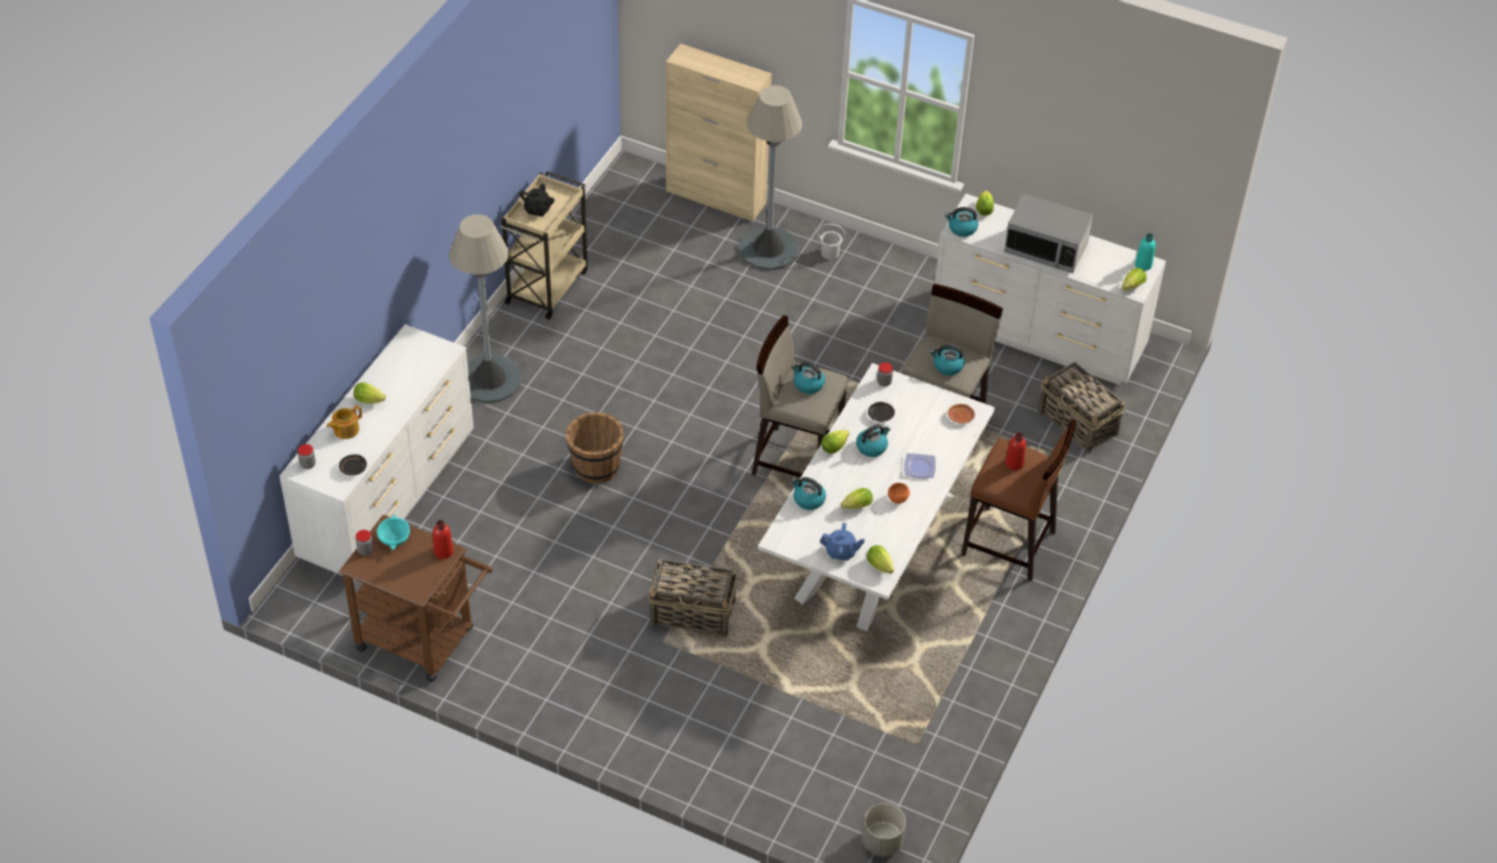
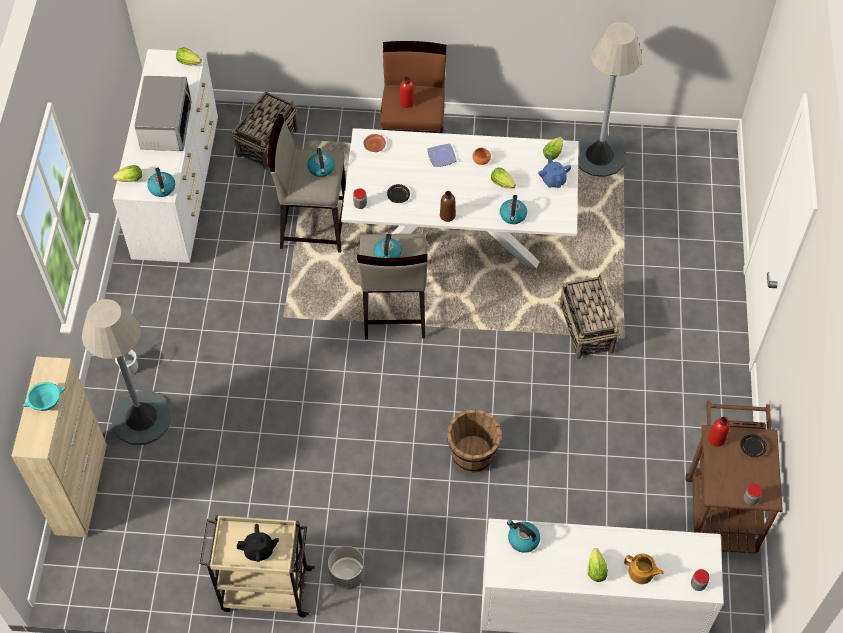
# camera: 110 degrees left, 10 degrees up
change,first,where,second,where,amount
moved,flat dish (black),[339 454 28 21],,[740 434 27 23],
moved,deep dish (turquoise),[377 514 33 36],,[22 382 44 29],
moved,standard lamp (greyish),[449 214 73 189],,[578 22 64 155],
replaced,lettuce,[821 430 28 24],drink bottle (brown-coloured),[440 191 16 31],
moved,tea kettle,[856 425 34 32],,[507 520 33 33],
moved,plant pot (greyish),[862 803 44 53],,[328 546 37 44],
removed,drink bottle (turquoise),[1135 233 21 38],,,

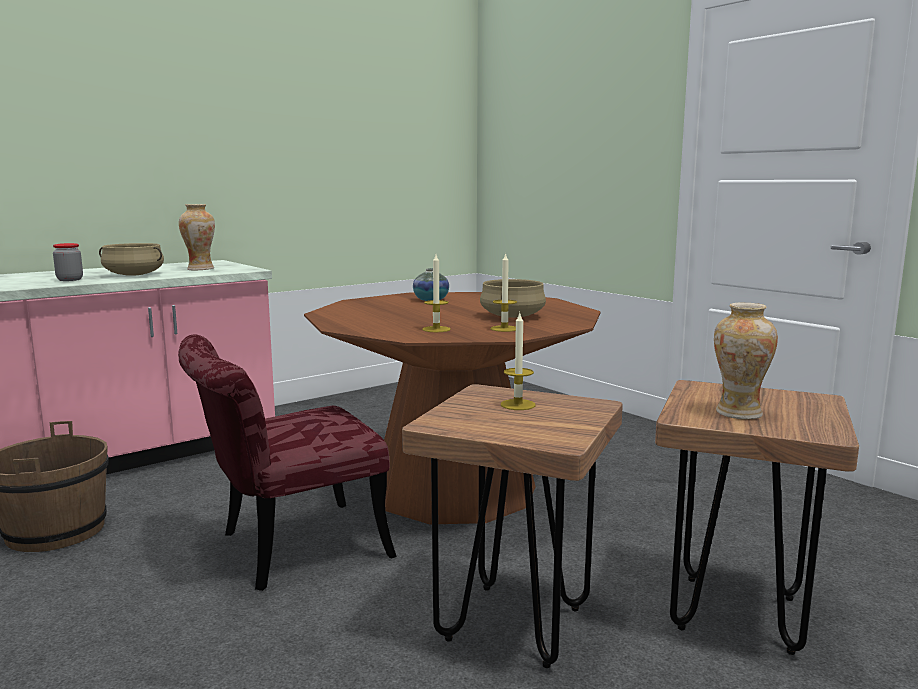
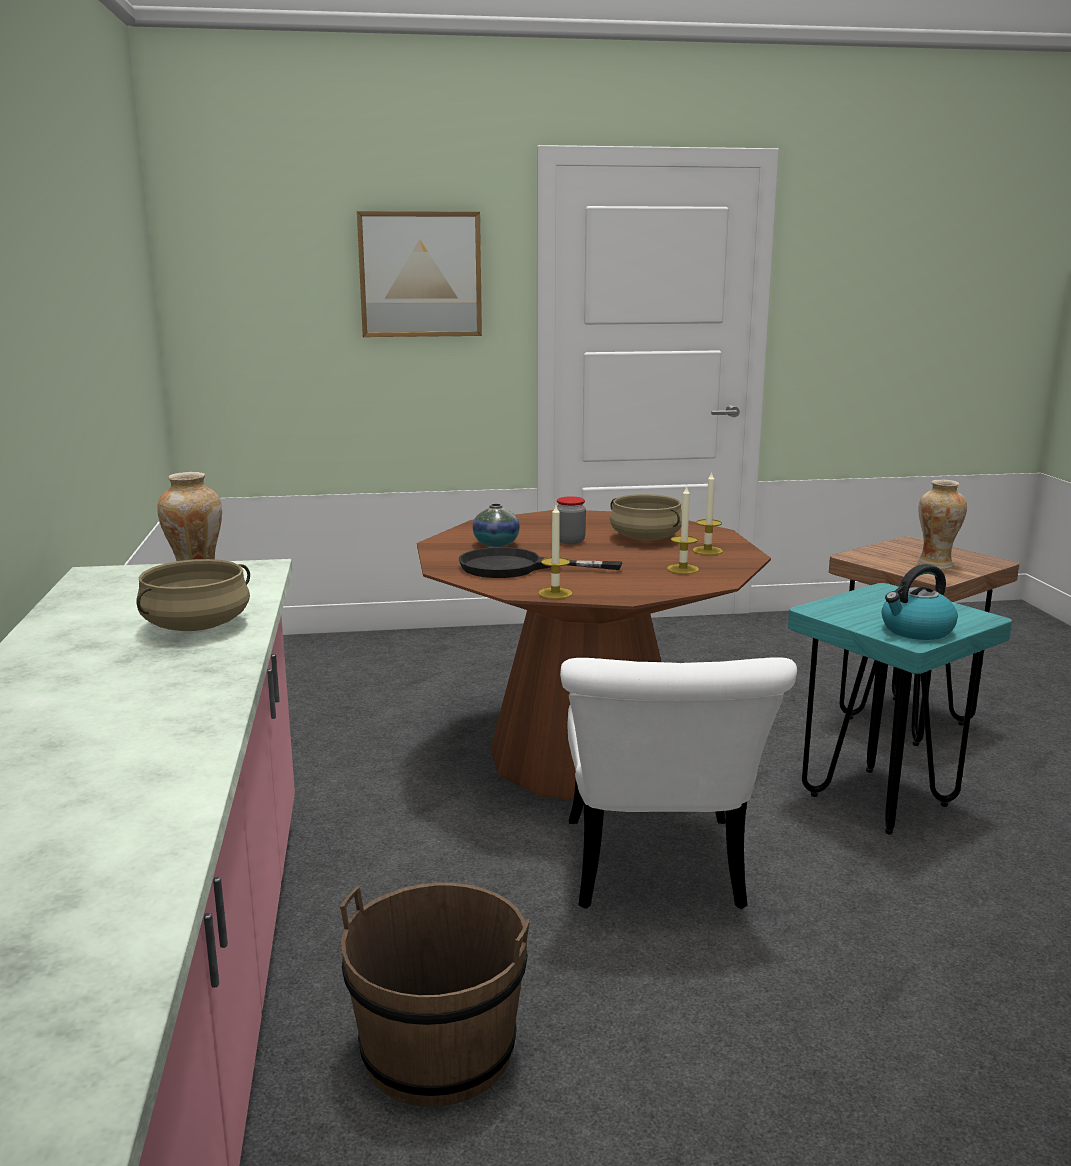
# camera: 60 degrees left, 5 degrees up
change,first,where,second,where,amount
moved,storage jar,[53 243 30 38],,[557 496 29 48],
recoloured,upright chair (red-coloured),[178 334 219 257],upright chair (whitish),[560 657 237 252],
recoloured,sitting stool (brown-coloured),[402 384 221 284],sitting stool (turquoise),[788 583 224 251],
moved,wax candle,[501 313 35 97],,[538 505 35 94],
added,,,wall art,[357 211 125 126],
added,,,frying pan (black),[459 547 163 31],
added,,,tea kettle,[882 564 76 76],

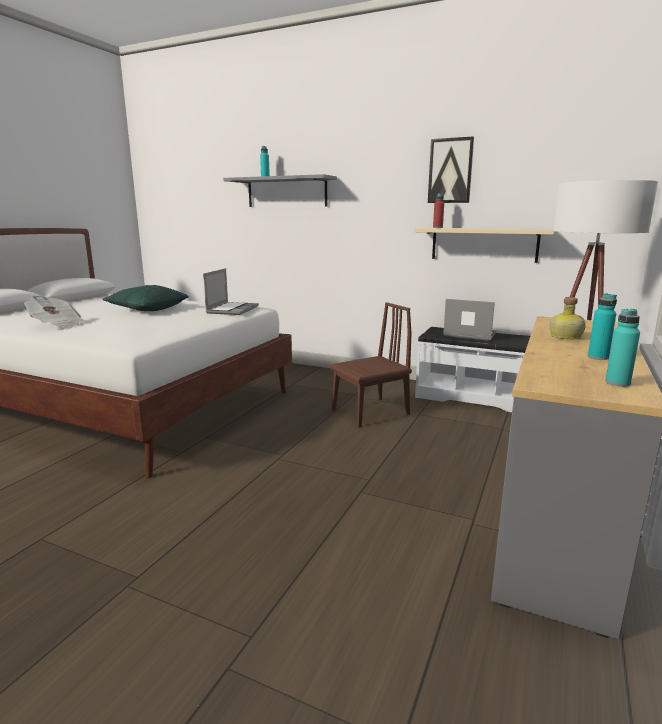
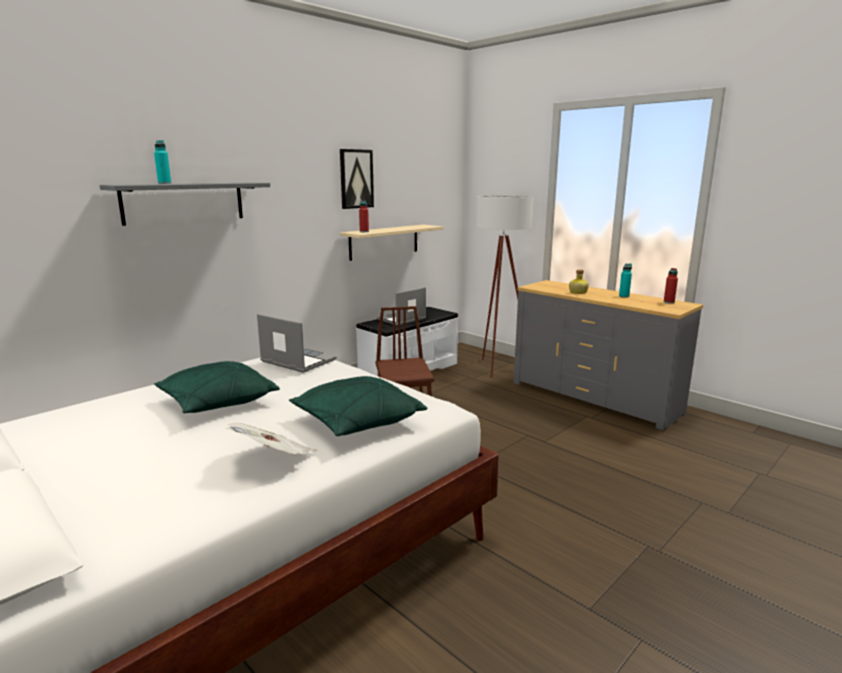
# camera: 70 degrees left, 0 degrees up
change,first,where,second,where,amount
recoloured,drink bottle (turquoise),[605 309 35 78],drink bottle (red-coloured),[664 268 14 36],
added,,,throw pillow (green-coloured),[289 376 138 60],

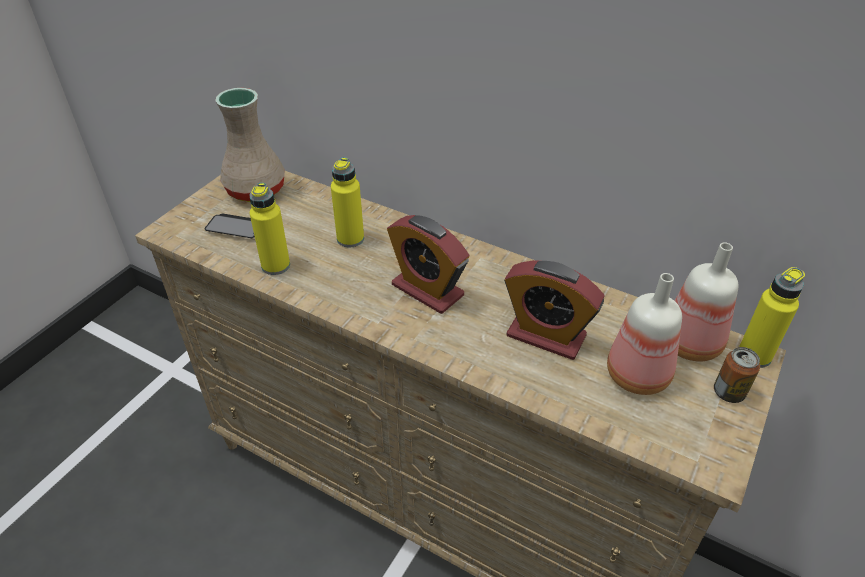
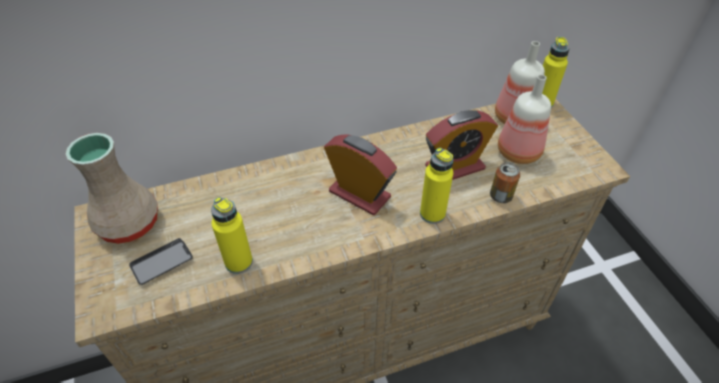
# camera: 50 degrees left, 5 degrees up
change,first,where,second,where,amount
moved,drink bottle (yellow),[331 157 33 90],,[420 148 33 76],
turned,table clock,[387 215 82 99],,[324 134 73 81],135 degrees counterclockwise
moved,metal can,[714 347 46 56],,[490 162 30 41],

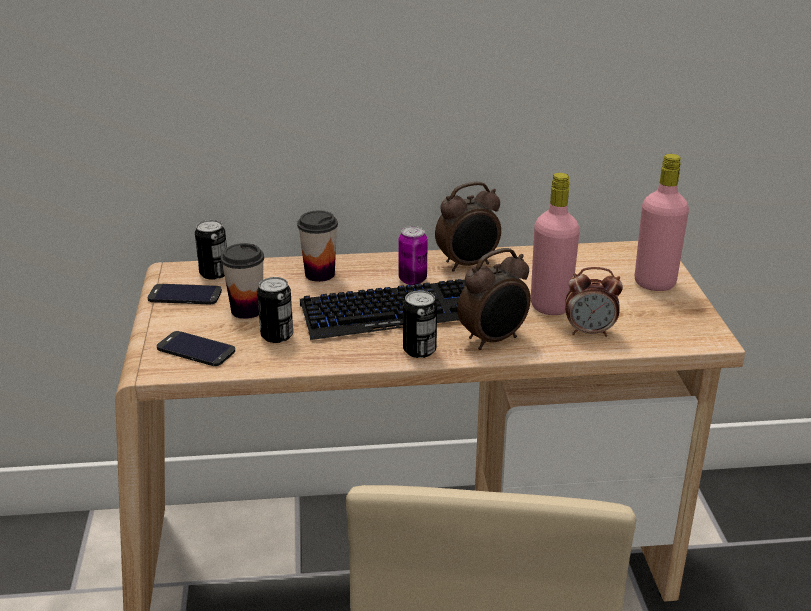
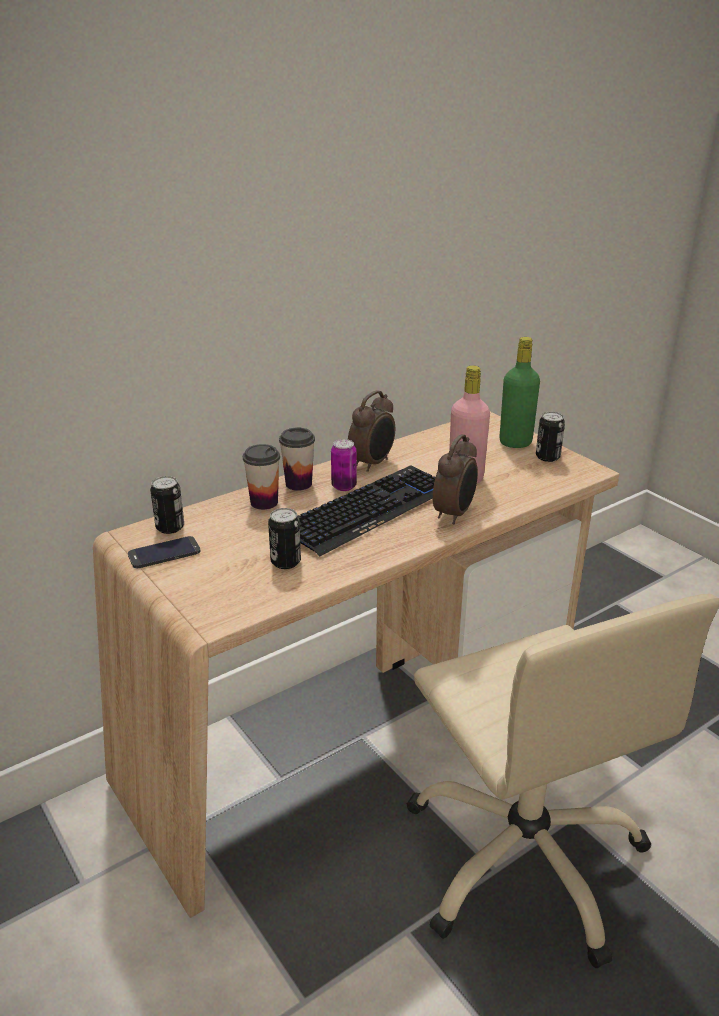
# camera: 30 degrees left, 0 degrees up
change,first,where,second,where,amount
removed,phone,[157 331 78 35],,,
moved,small cup,[221 243 43 76],,[279 428 36 63],
moved,metal can,[403 291 34 67],,[536 412 29 50],
removed,table clock,[565 267 58 70],,,
recoloured,drink bottle (pinkish),[635 154 54 137],drink bottle (green-coloured),[500 337 40 111],

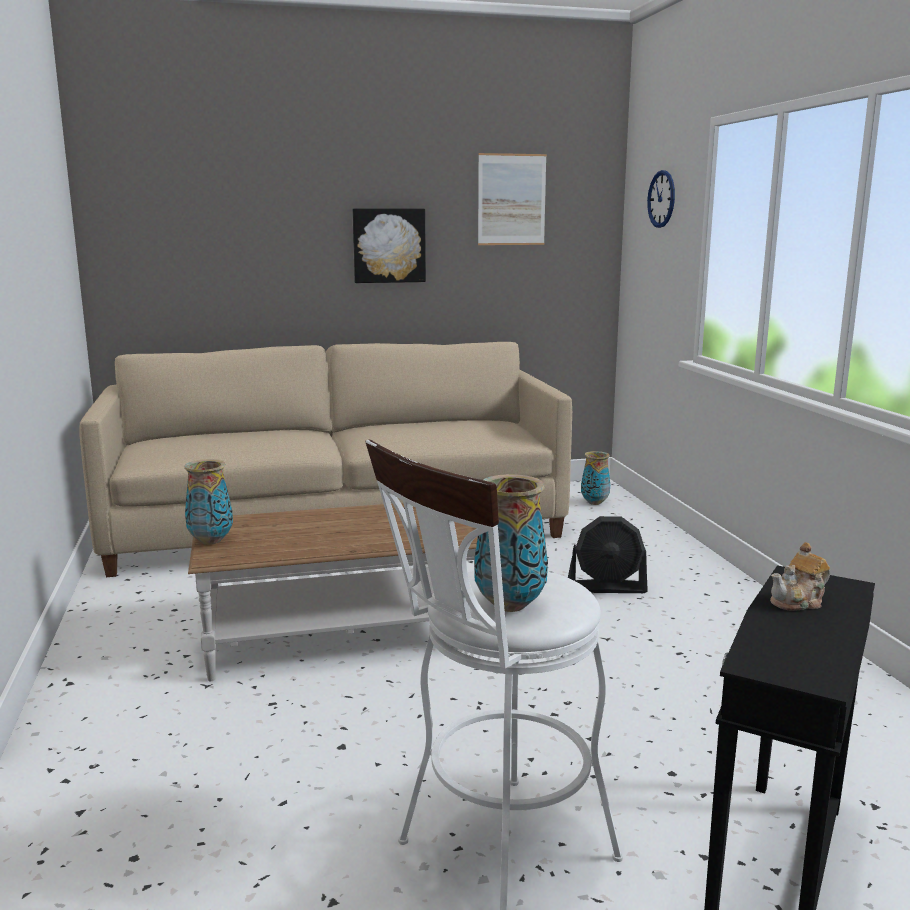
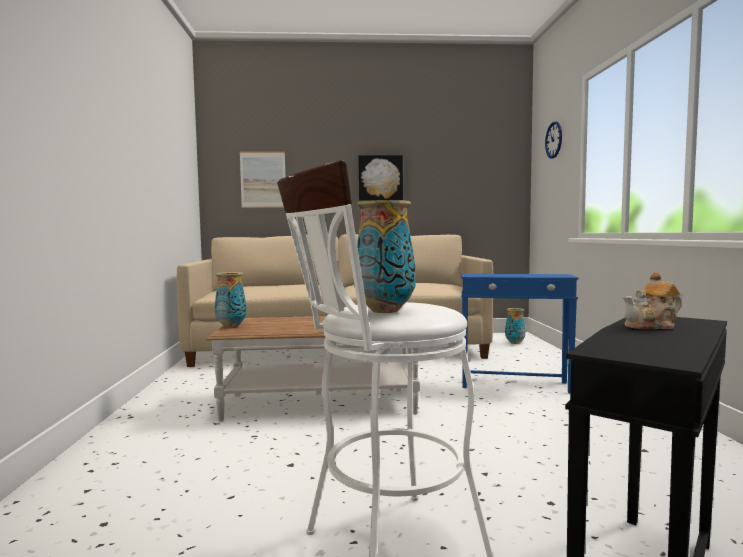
# camera: 10 degrees right, 10 degrees down
change,first,where,second,where,amount
moved,wall art,[478 153 69 92],,[240 151 45 57],
replaced,electric fan (black),[568 516 80 77],side table (blue-coloured),[461 274 118 119],

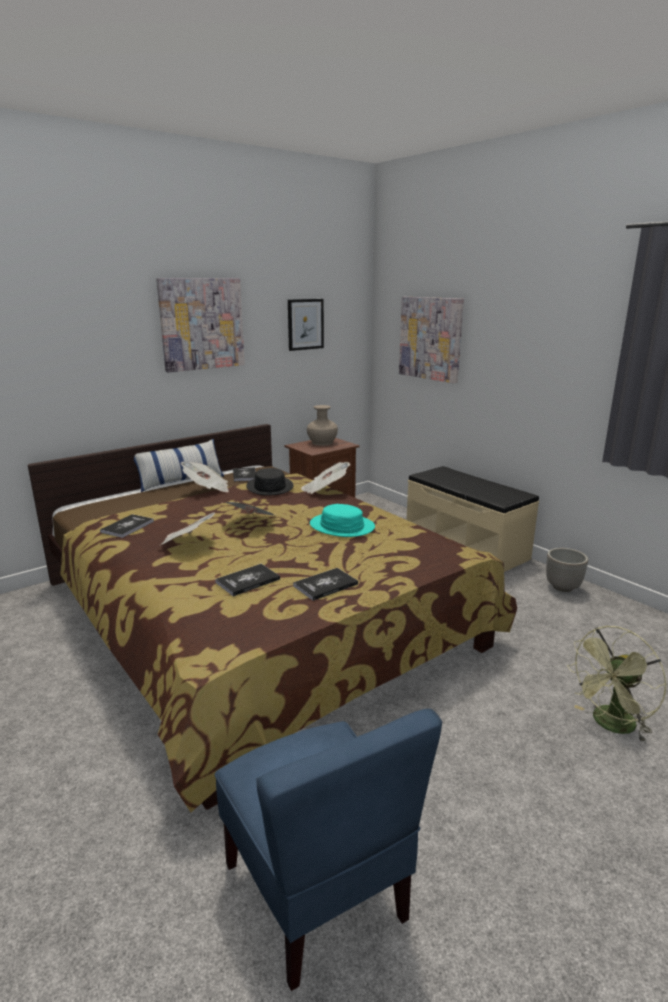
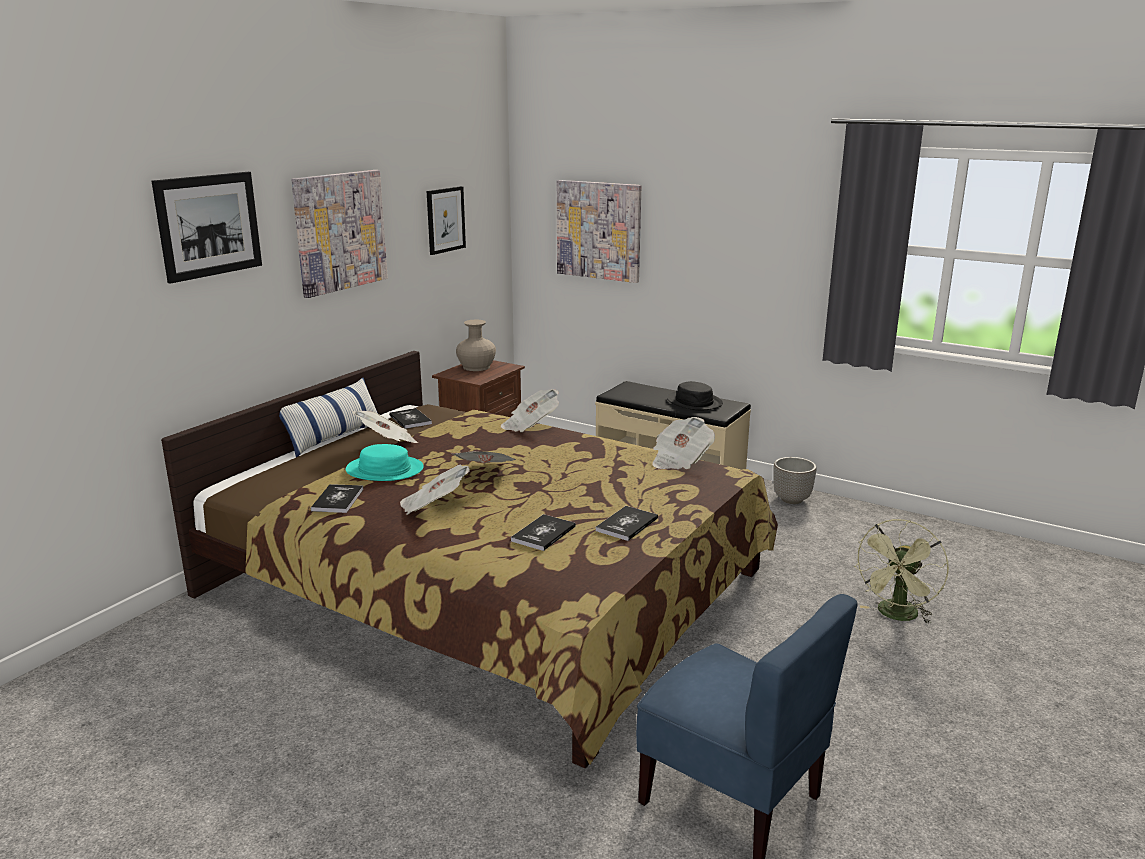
# camera: 20 degrees left, 0 degrees up
change,first,where,second,where,amount
moved,wearable hat (black),[246 468 48 28],,[667 381 56 29],
moved,wearable hat (turquoise),[310 504 65 33],,[346 444 78 37],
added,,,wall art,[152 172 110 112],
added,,,newspaper,[652 417 63 52],

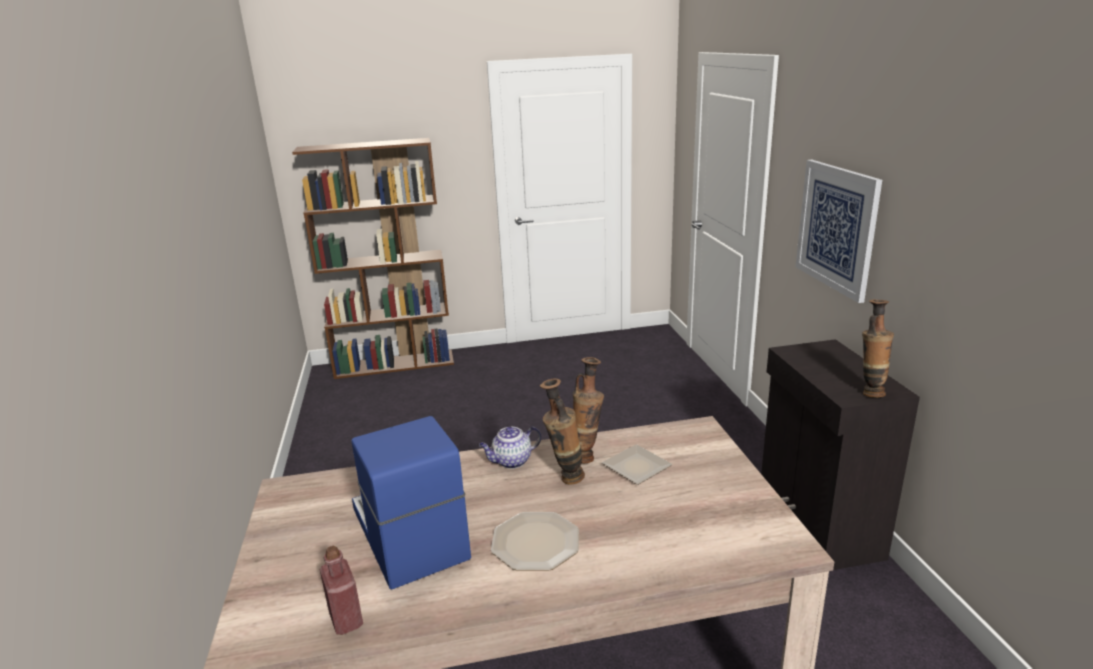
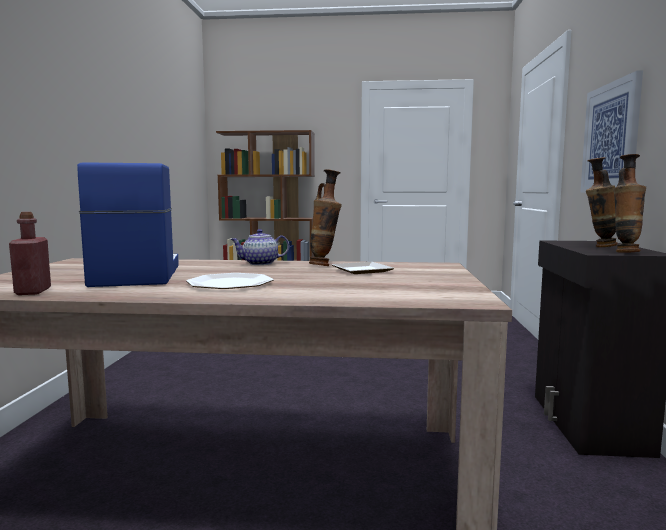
# camera: 15 degrees right, 15 degrees down
change,first,where,second,where,amount
moved,vase,[540 378 45 107],,[586 157 31 90],

